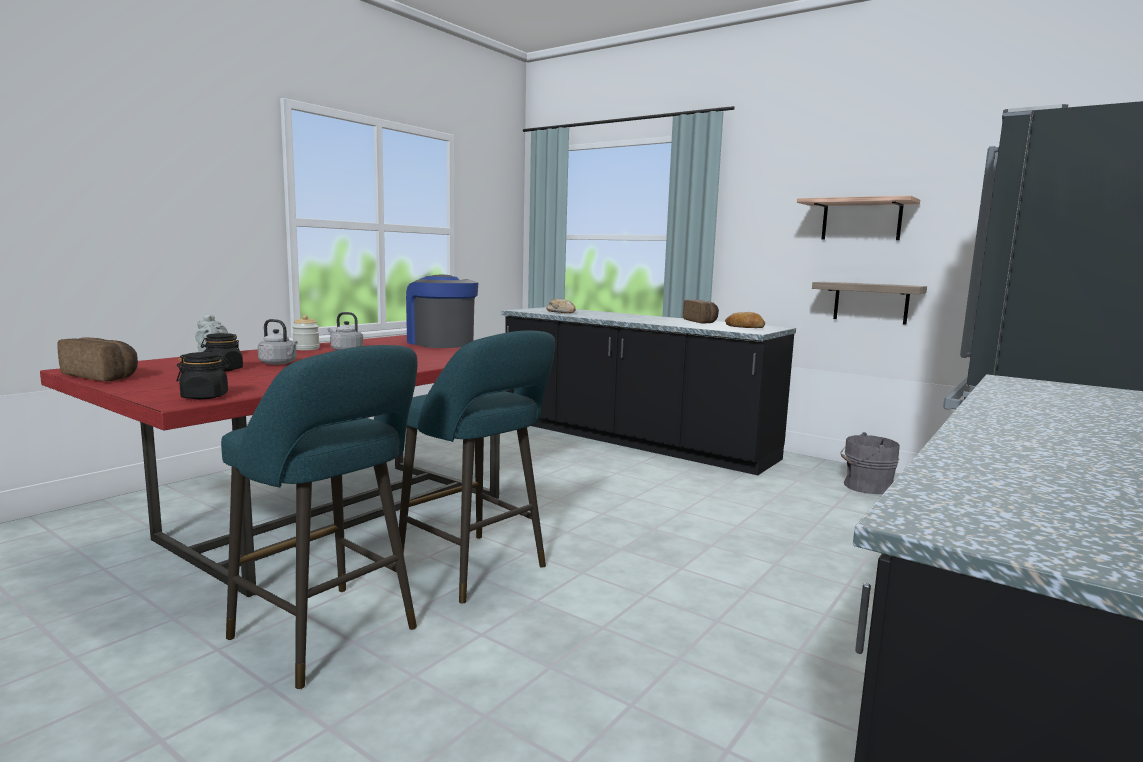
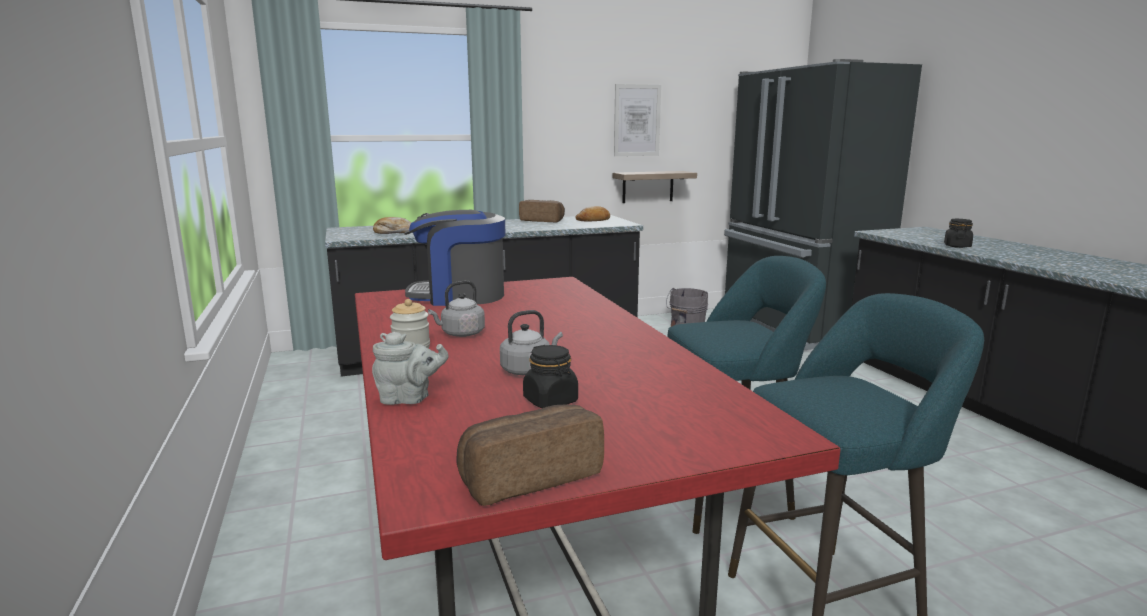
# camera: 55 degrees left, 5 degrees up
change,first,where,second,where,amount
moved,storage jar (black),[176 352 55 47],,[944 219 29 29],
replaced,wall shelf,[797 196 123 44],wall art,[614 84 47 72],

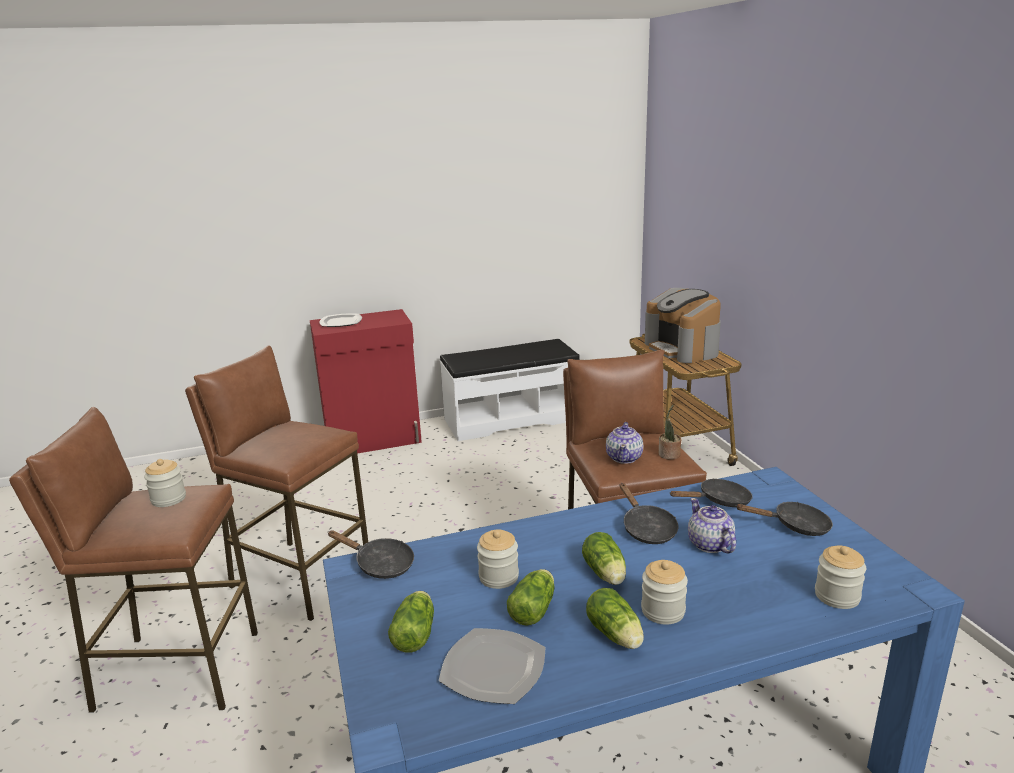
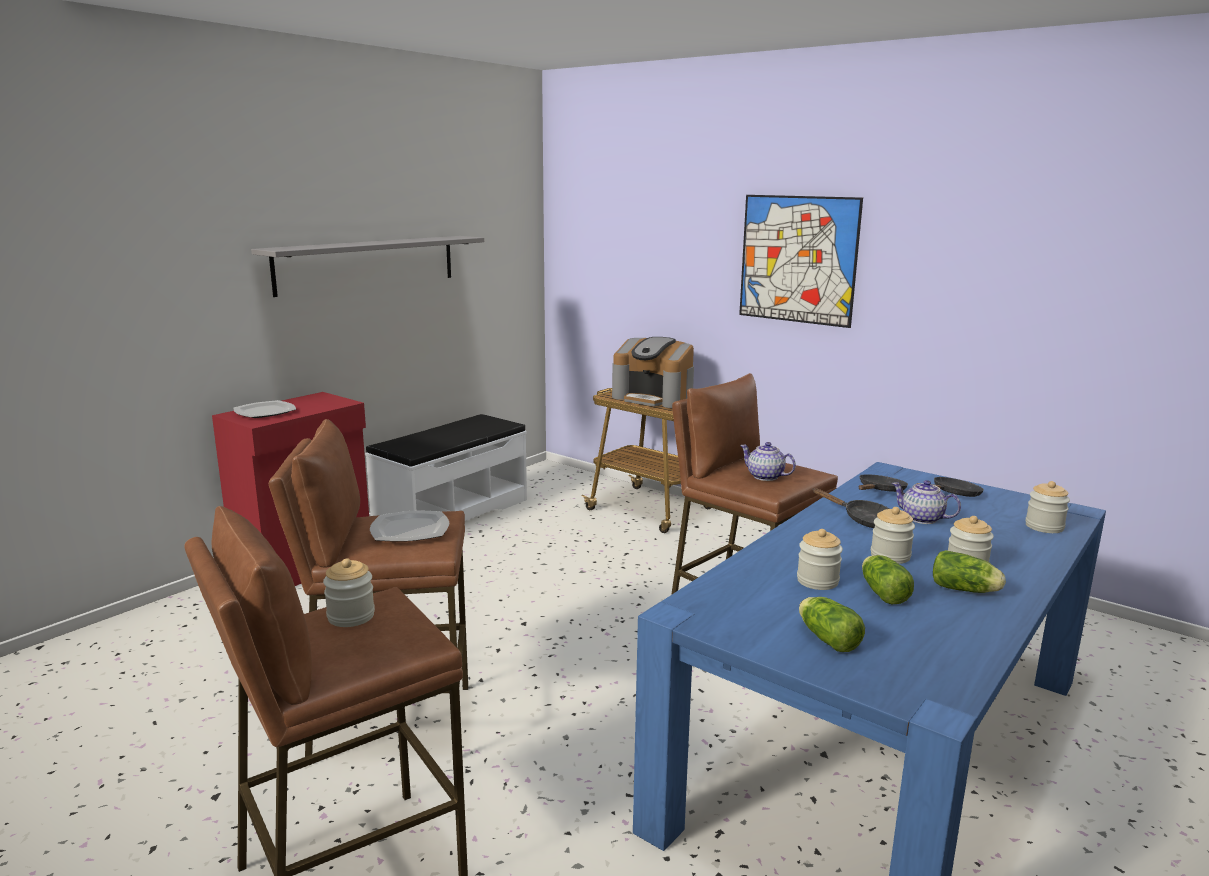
# camera: 35 degrees left, 5 degrees down
change,first,where,second,where,amount
removed,frying pan (black),[327 530 87 49],,,
moved,flat dish,[439 628 106 76],,[370 511 79 31],
replaced,lettuce,[582 532 44 53],storage jar,[871 507 44 57],
turned,teapot,[606 422 37 42],,[740 442 56 39],150 degrees clockwise
removed,plant in a pot,[658 405 24 55],,,
added,,,wall shelf (greyish),[251 236 233 61],
added,,,wall art,[739 195 124 133],

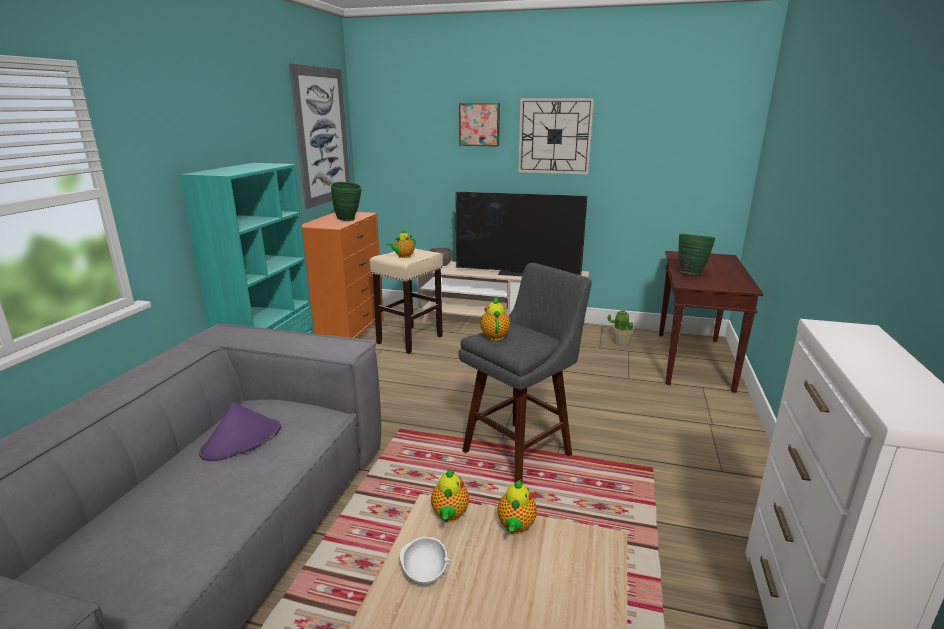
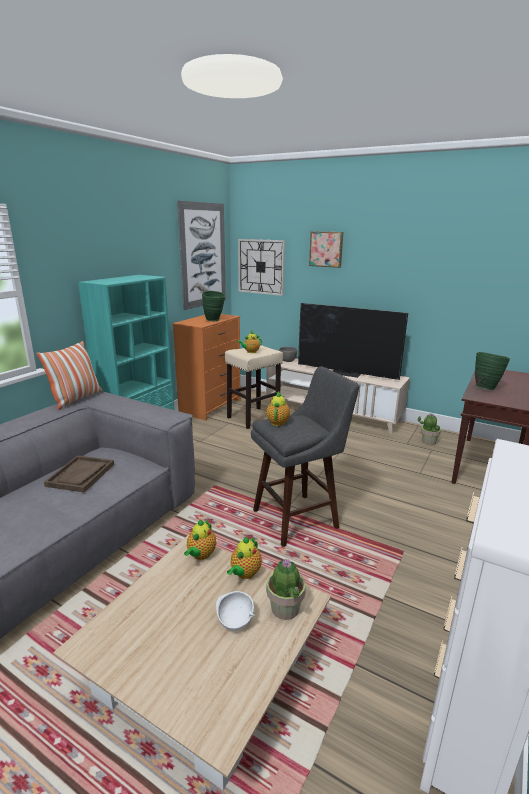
# camera: 15 degrees right, 0 degrees up
change,first,where,second,where,amount
replaced,wearable hat (purplish),[199 402 82 59],carrying tray (brown-coloured),[44 455 70 38],
moved,deep dish (whitish),[400 537 51 48],,[216 591 39 40],
moved,wall clock,[518 98 76 77],,[238 239 47 57],
added,,,throw pillow,[36 341 66 69],
added,,,plant in a pot,[266 559 40 61],

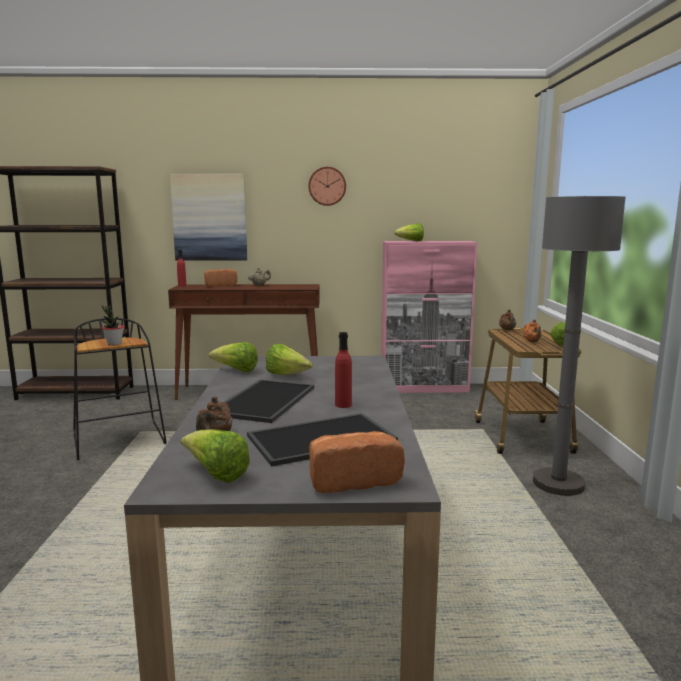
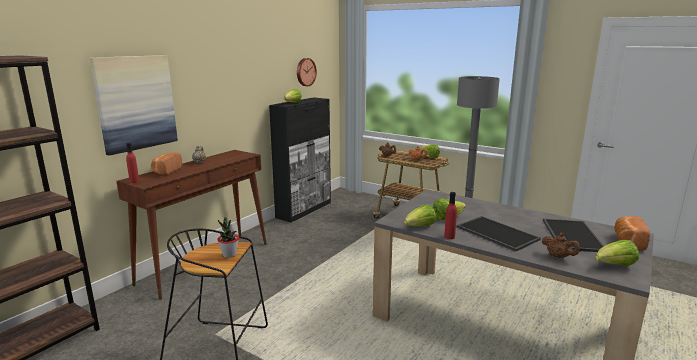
# camera: 55 degrees left, 5 degrees up
change,first,where,second,where,amount
moved,wall clock,[308 167 38 39],,[297 58 20 28],
moved,drink bottle (red-coloured),[335 332 17 76],,[444 192 13 47],
recoloured,cabinet (pinkish),[381 241 97 152],cabinet (black),[269 97 62 126],

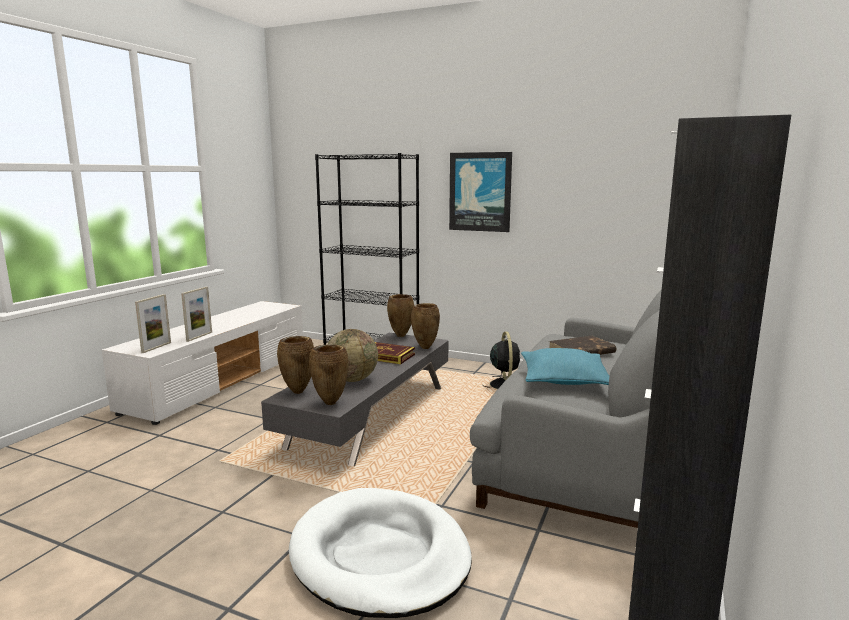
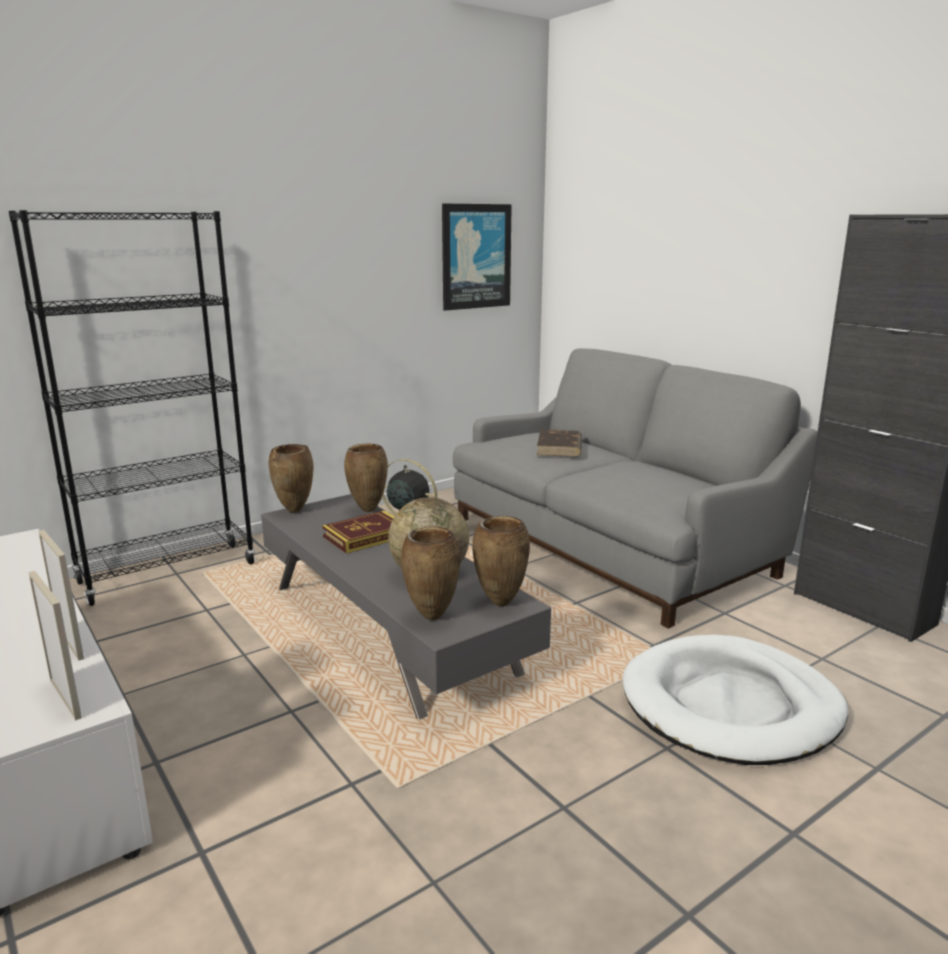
# camera: 60 degrees left, 5 degrees up
change,first,where,second,where,amount
moved,wall art,[449 152 63 80],,[442 204 70 107],
removed,throw pillow (turquoise),[521 348 88 37],,,

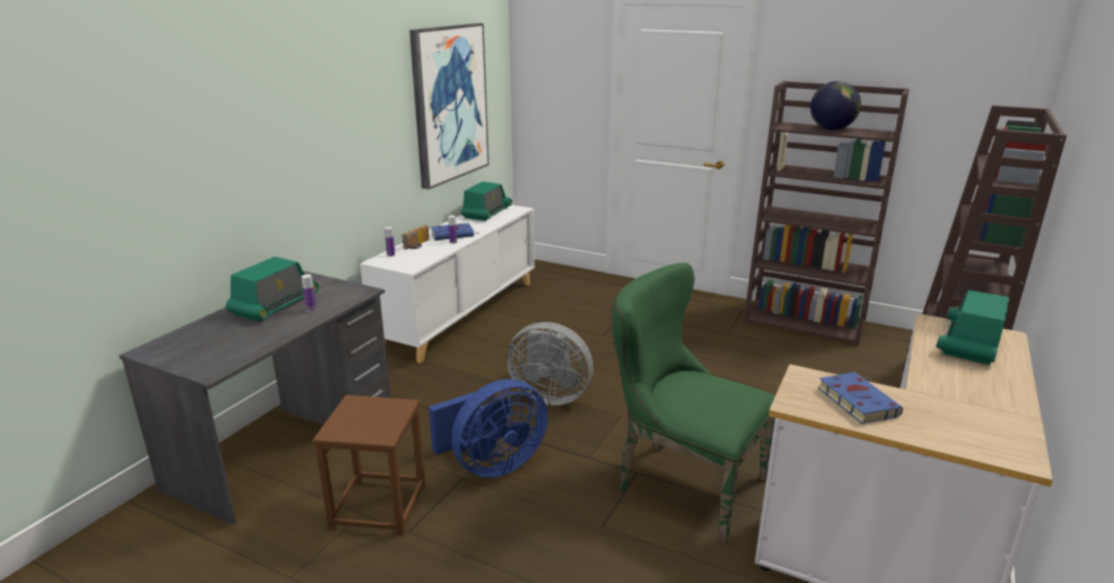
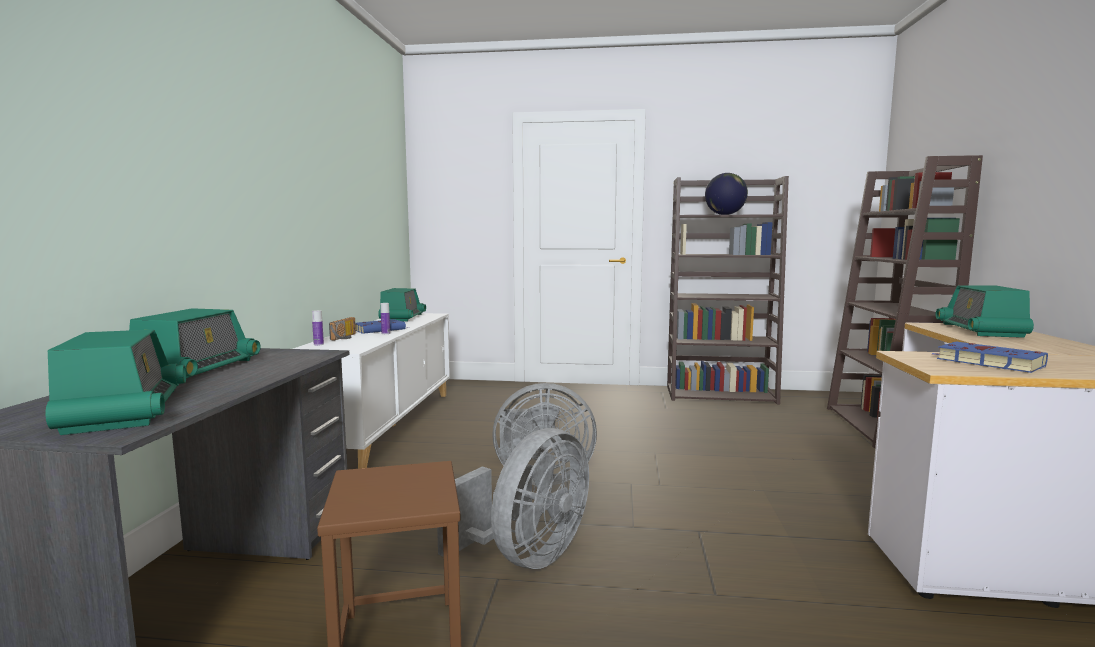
# camera: 20 degrees left, 15 degrees down
change,first,where,second,where,amount
removed,drink bottle,[301 274 16 38],,,
removed,wall art,[409 23 80 166],,,
recoloured,electric fan (blue-coloured),[429 379 119 99],electric fan (greyish),[437 428 152 141],
removed,upright chair (green-coloured),[612 263 163 280],,,
added,,,radio,[45 330 141 105],

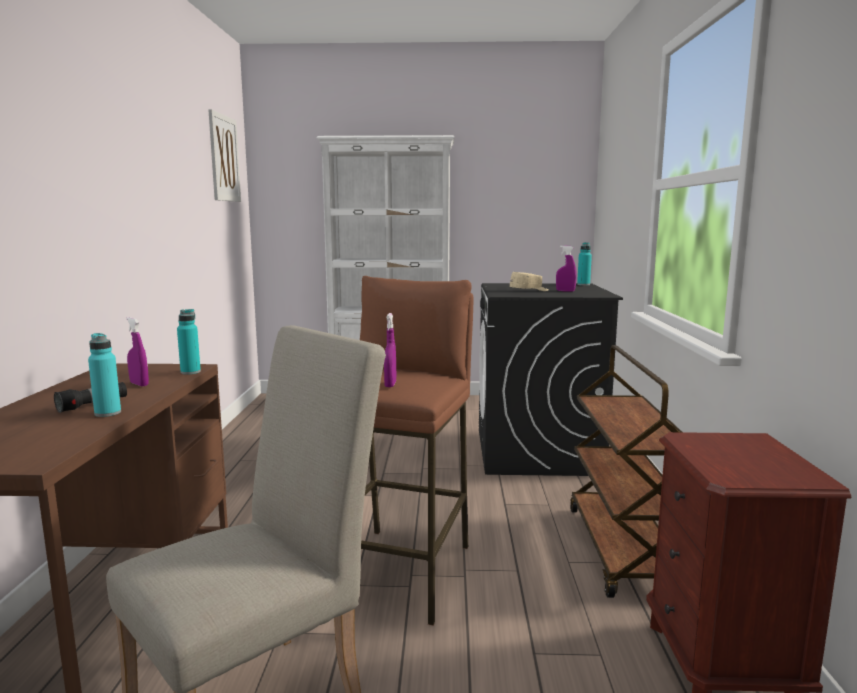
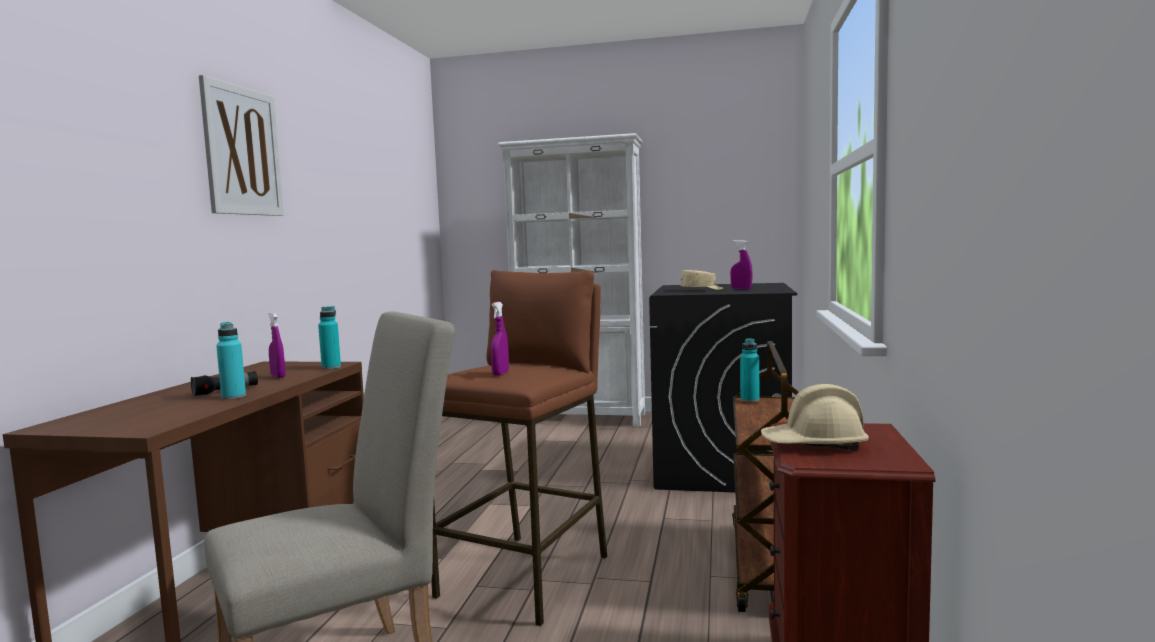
# camera: 10 degrees right, 5 degrees down
change,first,where,second,where,amount
moved,wall art,[208 109 33 93],,[199 75 85 141],
moved,drink bottle (turquoise),[577 242 15 44],,[740 338 19 64],
added,,,hard hat (sand-coloured),[761 384 108 66],

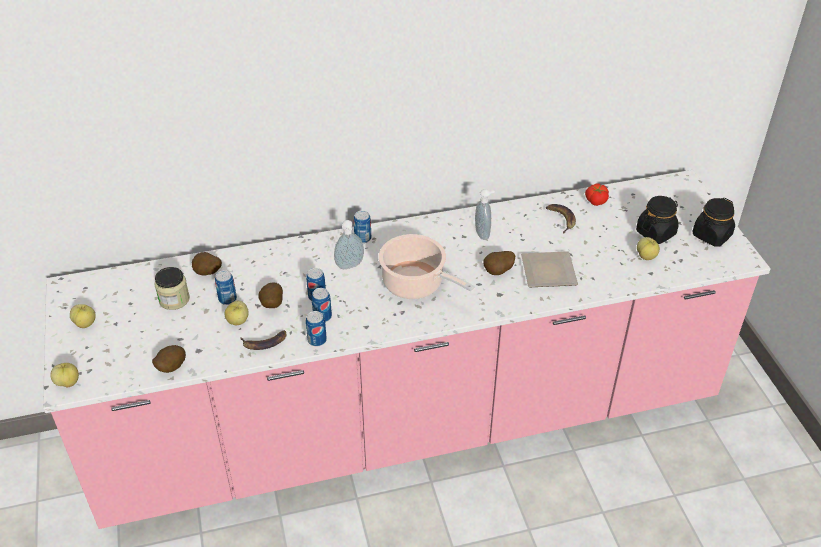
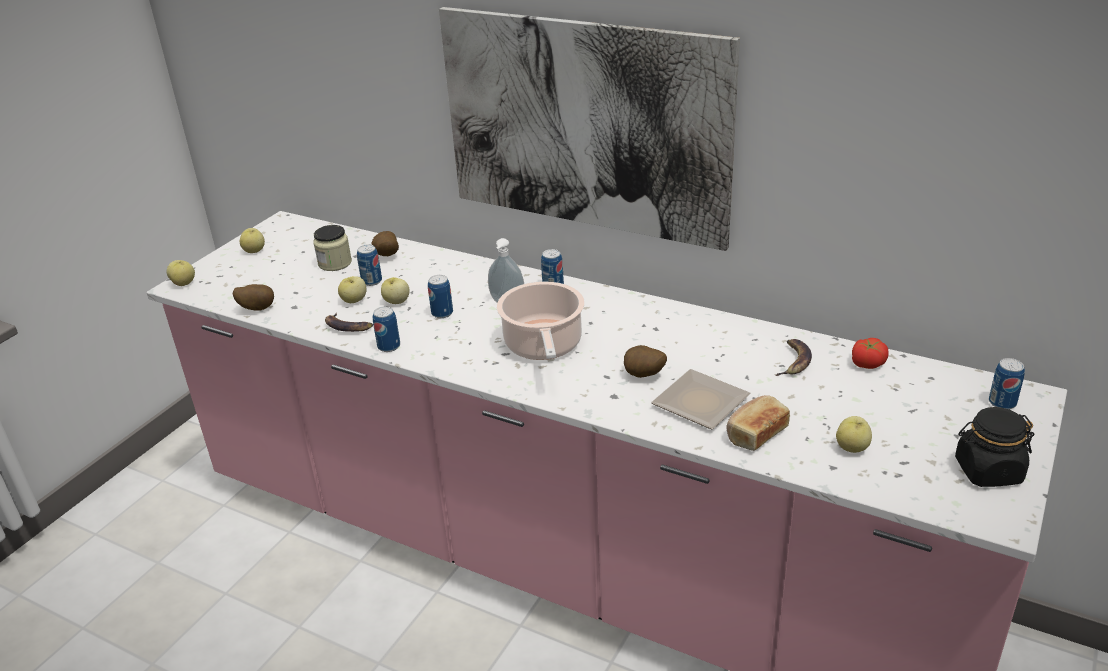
# camera: 45 degrees right, 10 degrees down
change,first,where,second,where,amount
replaced,whole potato,[258 282 25 26],whole apple,[381 277 29 27],
moved,metal can,[312 288 20 34],,[989 358 36 51],
removed,soap dispenser,[475 189 20 51],,,
removed,storage jar (black),[636 196 43 48],,,
added,,,wall art,[439 7 301 244],
added,,,bakery bread,[726 395 64 56],

